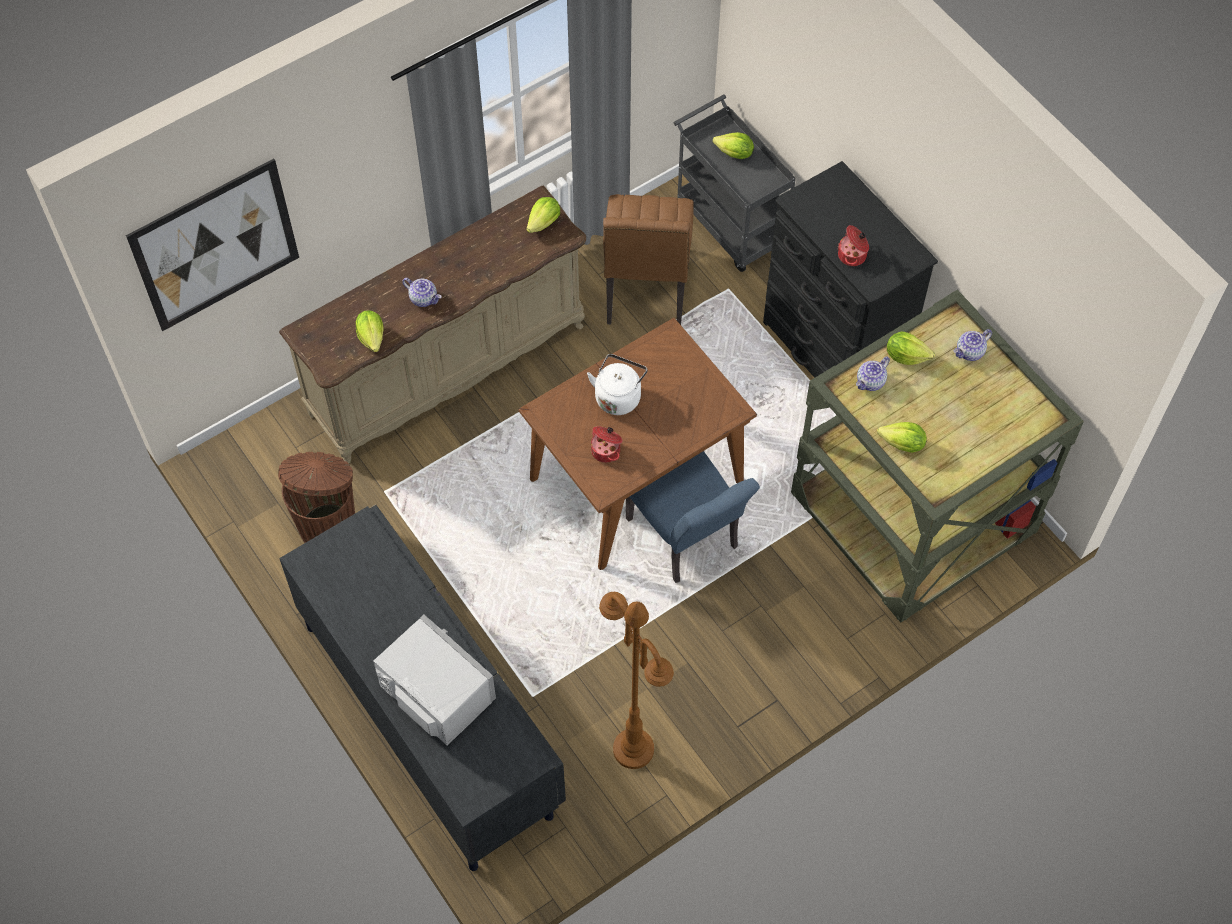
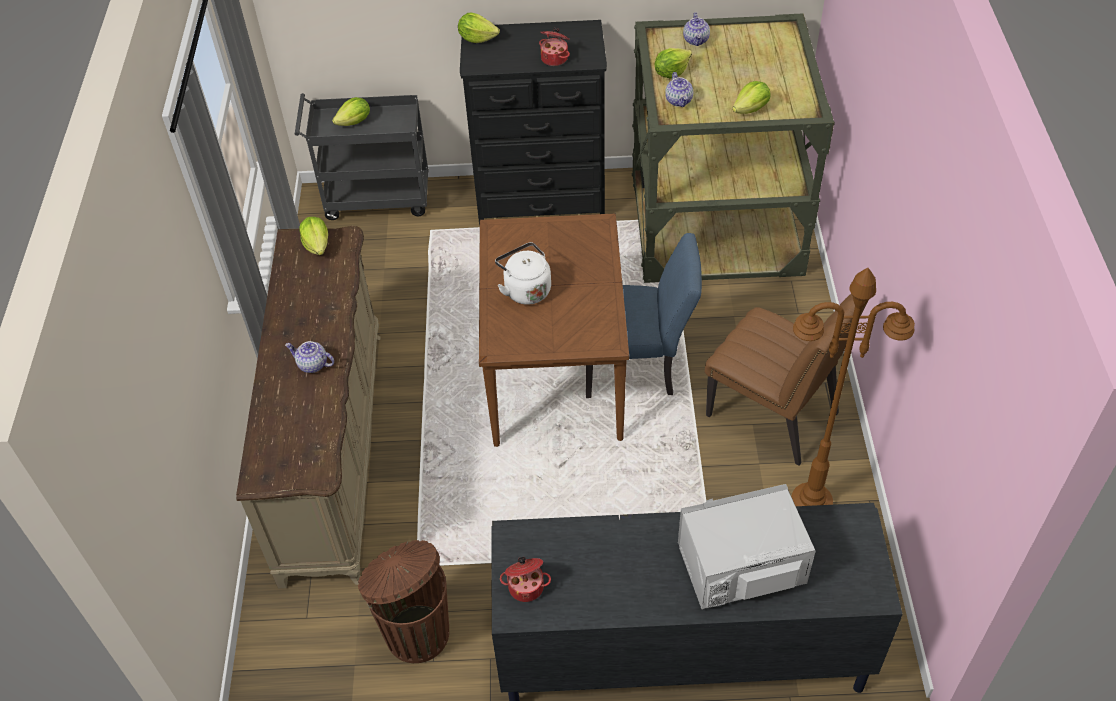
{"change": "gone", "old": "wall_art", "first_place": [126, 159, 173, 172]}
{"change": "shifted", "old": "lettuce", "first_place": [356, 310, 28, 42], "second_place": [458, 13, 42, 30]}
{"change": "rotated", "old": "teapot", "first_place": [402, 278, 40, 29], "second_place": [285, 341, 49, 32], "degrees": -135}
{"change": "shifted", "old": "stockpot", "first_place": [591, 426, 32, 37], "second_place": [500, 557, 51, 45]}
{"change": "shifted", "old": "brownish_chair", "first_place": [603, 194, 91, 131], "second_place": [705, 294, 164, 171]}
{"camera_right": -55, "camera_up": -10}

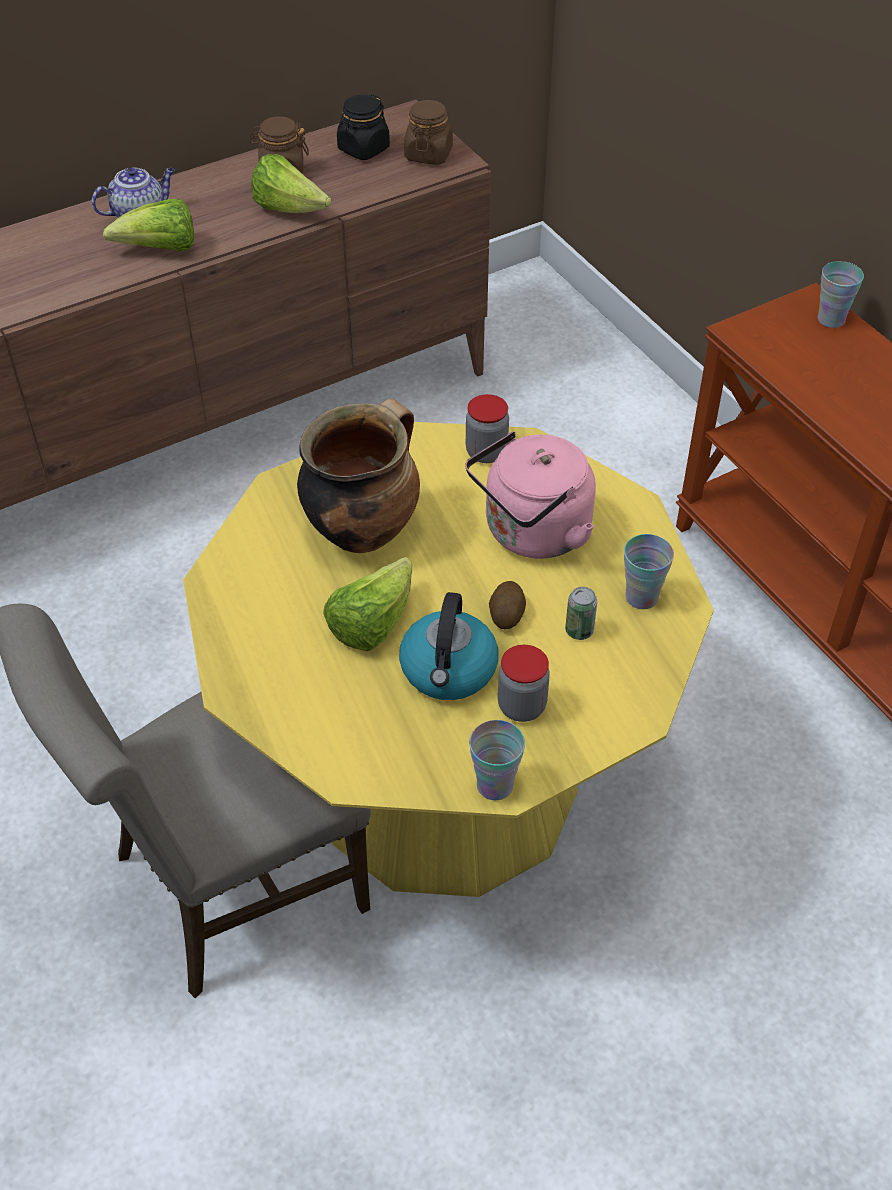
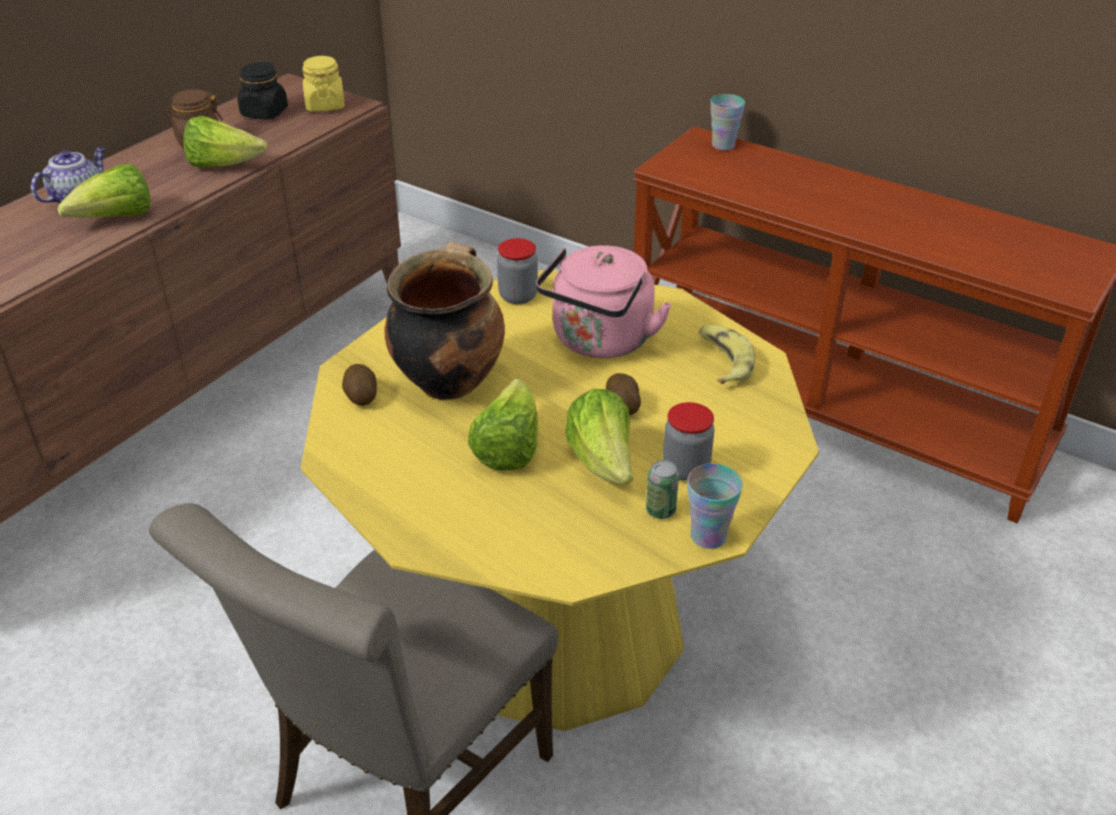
{"change": "swapped", "old": "water_kettle", "new": "lettuce", "first_place": [399, 592, 100, 108], "second_place": [565, 389, 68, 96]}
{"change": "repainted", "old": "brownish_storage_jar", "new": "yellow-coloured_storage_jar", "first_place": [404, 100, 49, 65], "second_place": [302, 56, 43, 56]}
{"change": "shifted", "old": "can", "first_place": [565, 587, 32, 53], "second_place": [646, 460, 33, 59]}
{"change": "swapped", "old": "cup", "new": "banana", "first_place": [624, 534, 50, 75], "second_place": [699, 325, 56, 59]}
{"change": "new", "new": "potato", "second_place": [342, 364, 35, 42]}
{"camera_right": -25, "camera_up": -10}

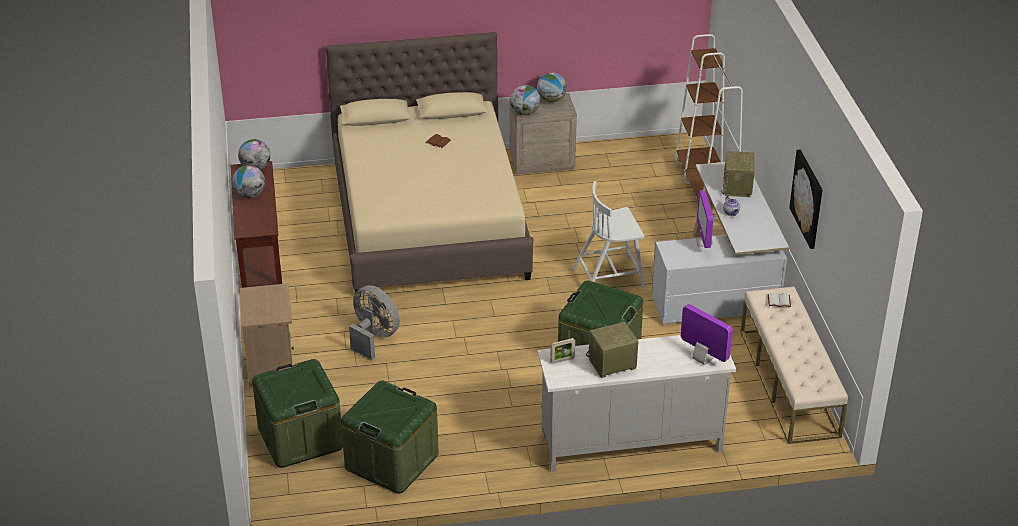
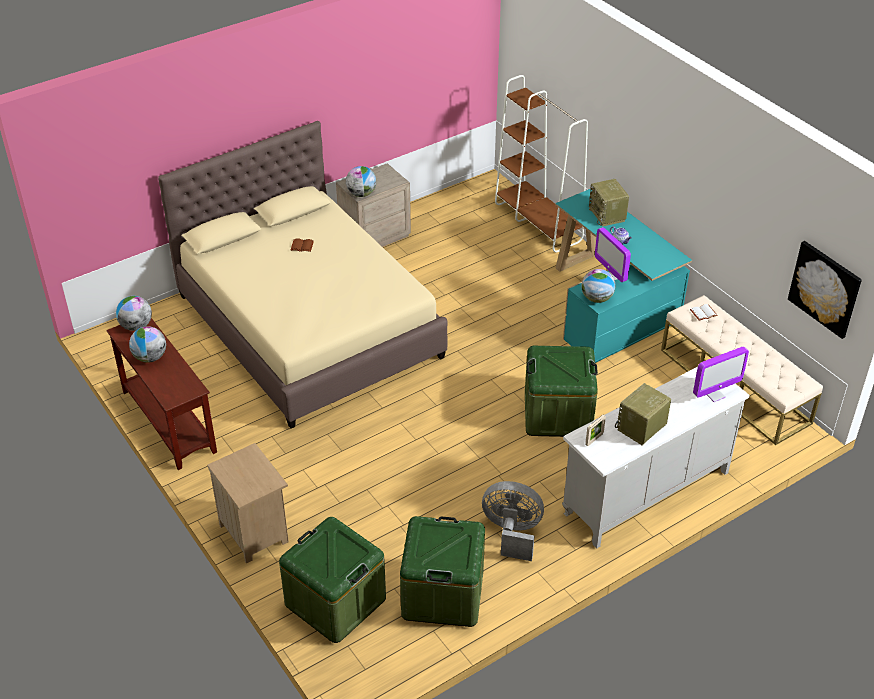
{"change": "shifted", "old": "grey_electric_fan", "first_place": [349, 285, 51, 75], "second_place": [482, 481, 62, 80]}
{"change": "shifted", "old": "globe", "first_place": [537, 72, 30, 30], "second_place": [581, 269, 35, 34]}
{"change": "gone", "old": "white-coloured_chair", "first_place": [572, 181, 73, 106]}
{"change": "repainted", "old": "white-coloured_desk_unit", "new": "turquoise-coloured_desk_unit", "first_place": [652, 162, 137, 162], "second_place": [555, 189, 137, 174]}
{"change": "rotated", "old": "computer_screen", "first_place": [681, 304, 52, 61], "second_place": [693, 347, 56, 55], "degrees": 135}
{"change": "shifted", "old": "wall_art", "first_place": [789, 150, 34, 99], "second_place": [788, 241, 74, 98]}
{"camera_right": -25, "camera_up": 5}

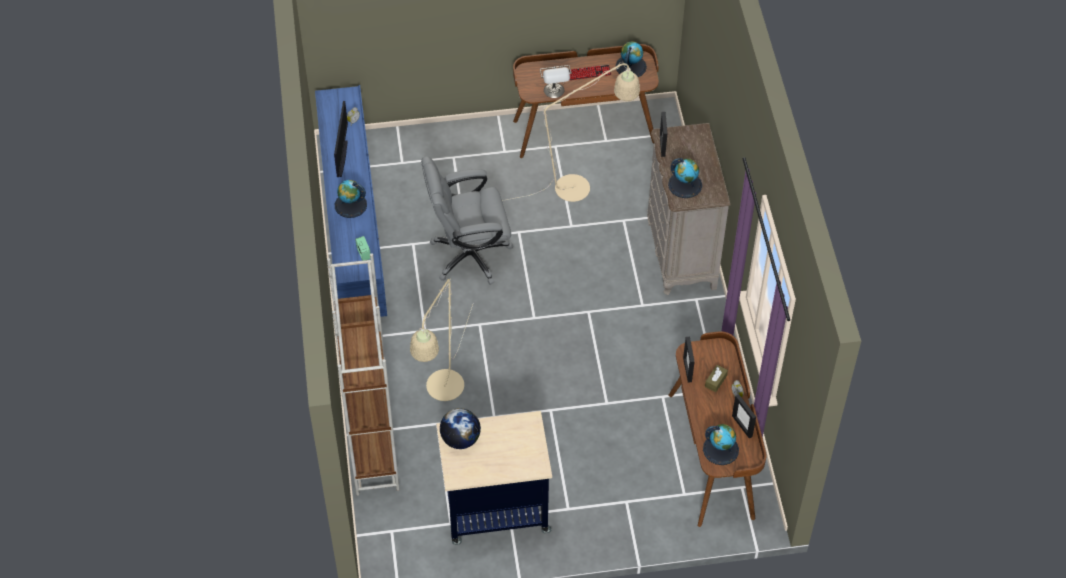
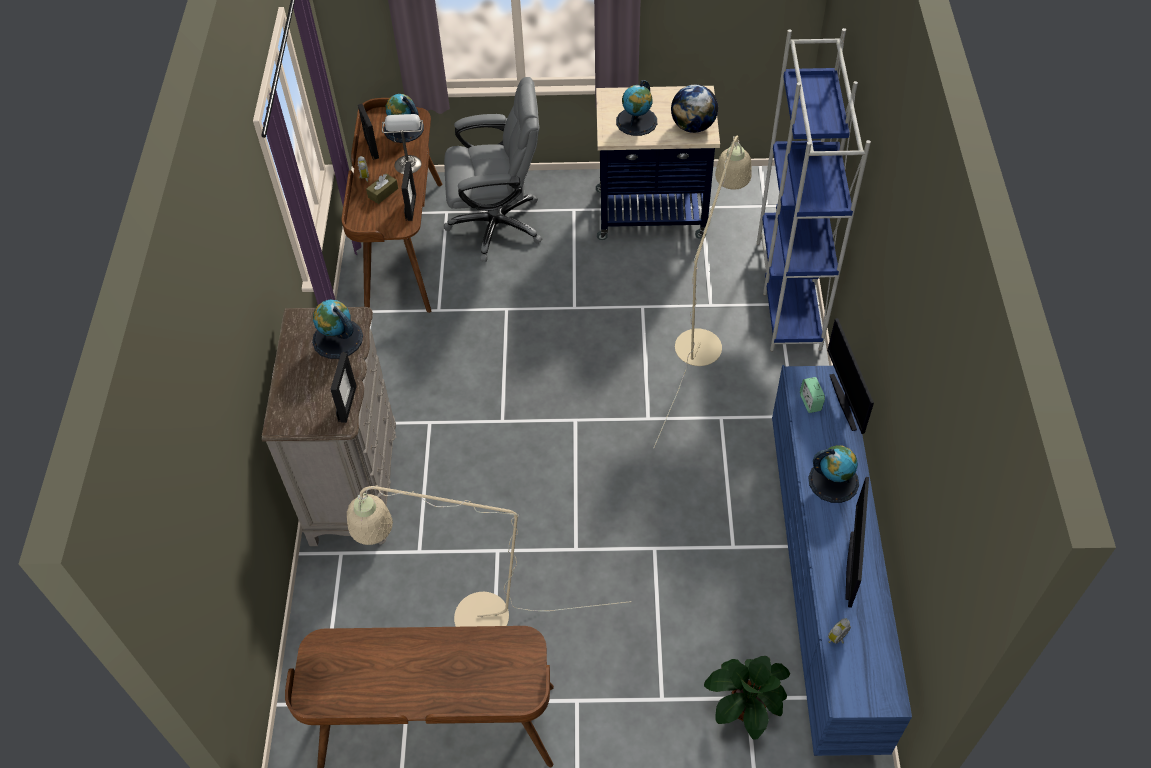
{"change": "repainted", "old": "brownish_bookshelf", "new": "blue-coloured_bookshelf", "first_place": [327, 254, 73, 242], "second_place": [757, 28, 114, 323]}
{"change": "shifted", "old": "grey_computer_chair", "first_place": [421, 156, 92, 129], "second_place": [444, 77, 98, 185]}
{"change": "shifted", "old": "white-coloured_table_lamp", "first_place": [540, 65, 32, 33], "second_place": [382, 114, 41, 60]}
{"change": "gone", "old": "PC_keyboard", "first_place": [569, 65, 42, 15]}
{"change": "shifted", "old": "globe", "first_place": [616, 41, 31, 36], "second_place": [616, 80, 41, 56]}
{"change": "new", "new": "houseplant", "second_place": [704, 656, 86, 84]}
{"change": "new", "new": "computer_screen", "second_place": [827, 318, 47, 116]}
{"camera_right": -170, "camera_up": 0}

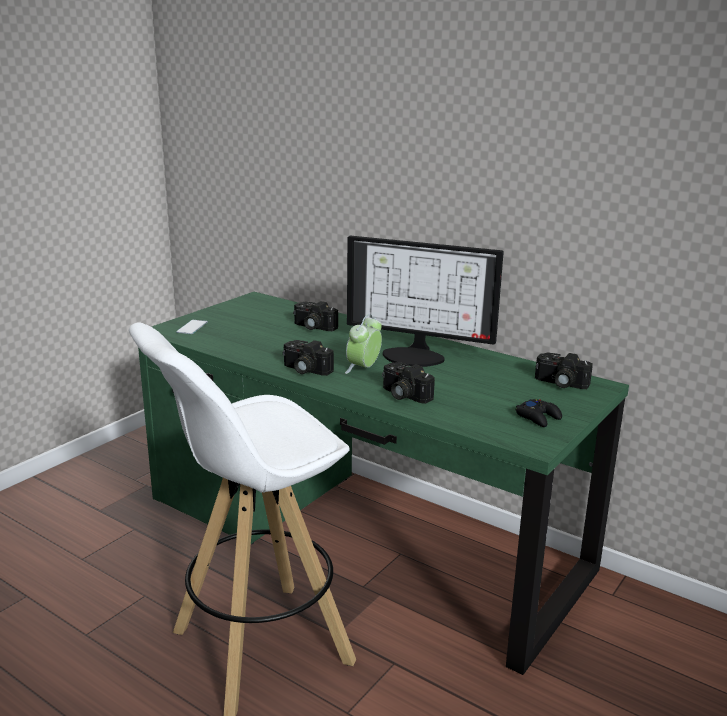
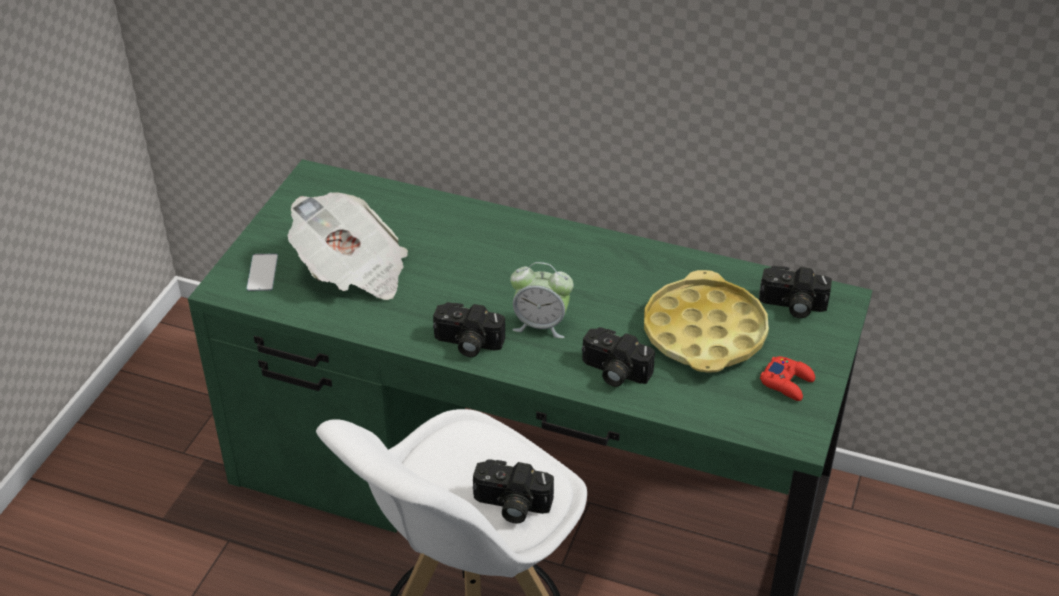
{"change": "shifted", "old": "photo_camera", "first_place": [293, 301, 45, 30], "second_place": [473, 459, 81, 64]}
{"change": "rotated", "old": "alarm_clock", "first_place": [345, 314, 37, 60], "second_place": [510, 262, 64, 76], "degrees": -90}
{"change": "gone", "old": "computer_screen", "first_place": [347, 236, 157, 131]}
{"change": "repainted", "old": "blackish_joypad", "new": "red_joypad", "first_place": [516, 399, 46, 28], "second_place": [760, 356, 55, 45]}
{"change": "new", "new": "daily_paper", "second_place": [287, 192, 121, 108]}
{"change": "new", "new": "yellow-coloured_tray", "second_place": [644, 270, 125, 103]}
{"camera_right": -15, "camera_up": 20}

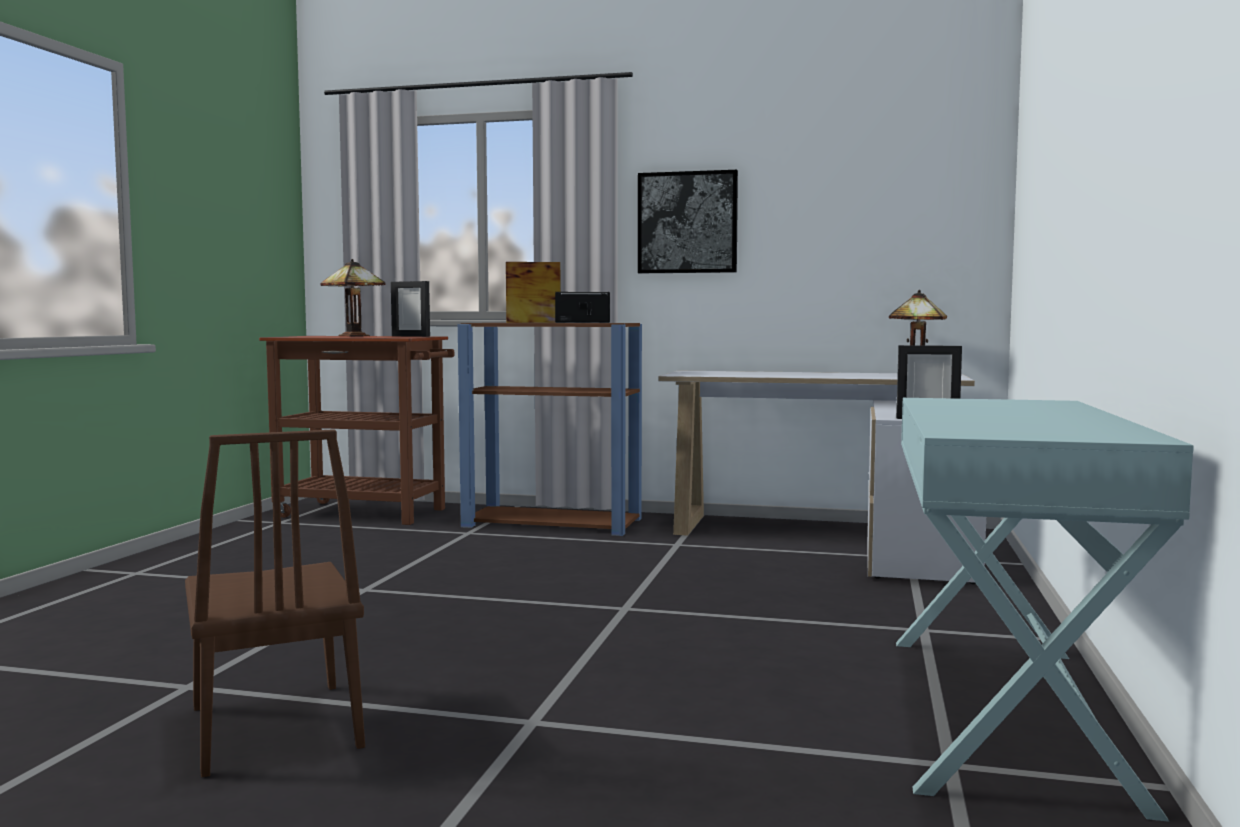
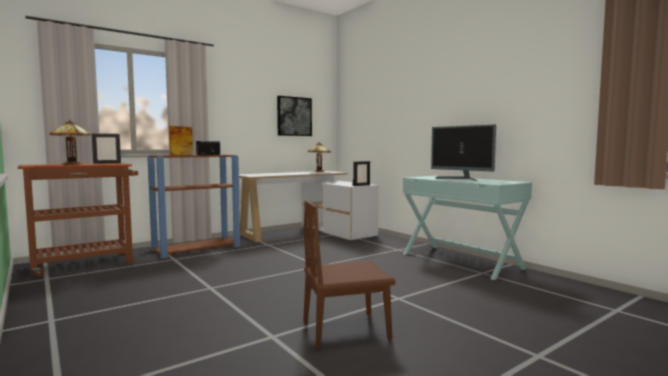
{"change": "rotated", "old": "brownish_chair", "first_place": [185, 429, 180, 348], "second_place": [303, 200, 93, 149], "degrees": 150}
{"change": "shifted", "old": "wall_art", "first_place": [638, 170, 100, 103], "second_place": [277, 96, 35, 40]}
{"change": "new", "new": "computer_screen", "second_place": [431, 125, 65, 56]}
{"camera_right": -50, "camera_up": 0}

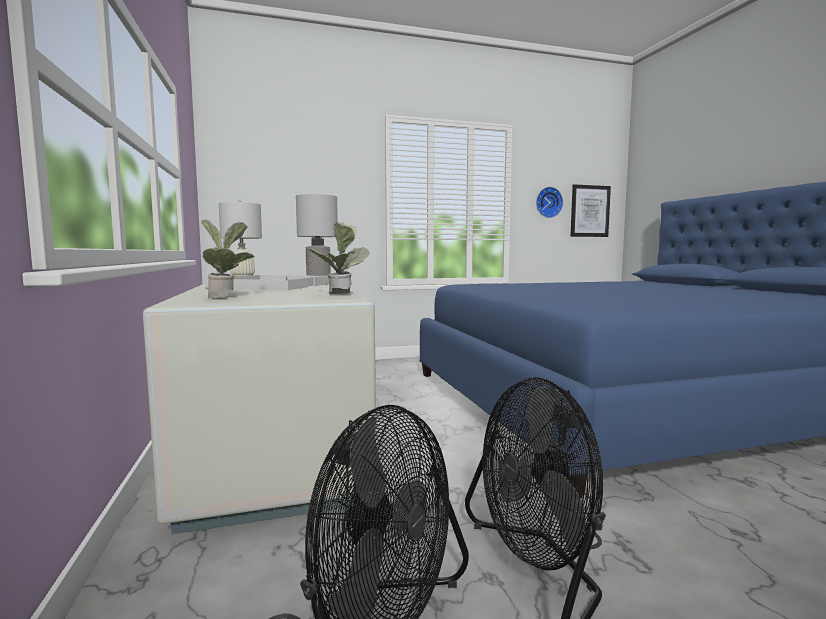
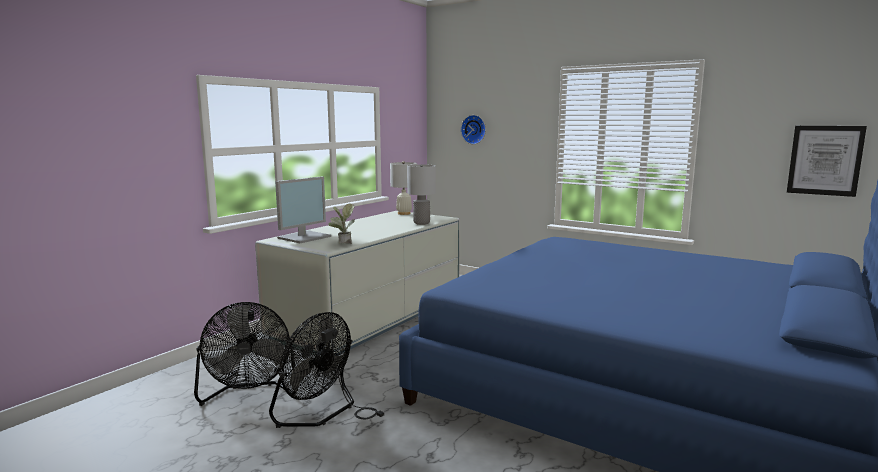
{"change": "swapped", "old": "houseplant", "new": "computer_screen", "first_place": [201, 219, 53, 79], "second_place": [275, 176, 56, 67]}
{"change": "gone", "old": "white-coloured_tray", "first_place": [205, 275, 124, 15]}
{"change": "shifted", "old": "wall_clock", "first_place": [536, 187, 27, 31], "second_place": [461, 115, 25, 29]}
{"camera_right": 50, "camera_up": 5}

